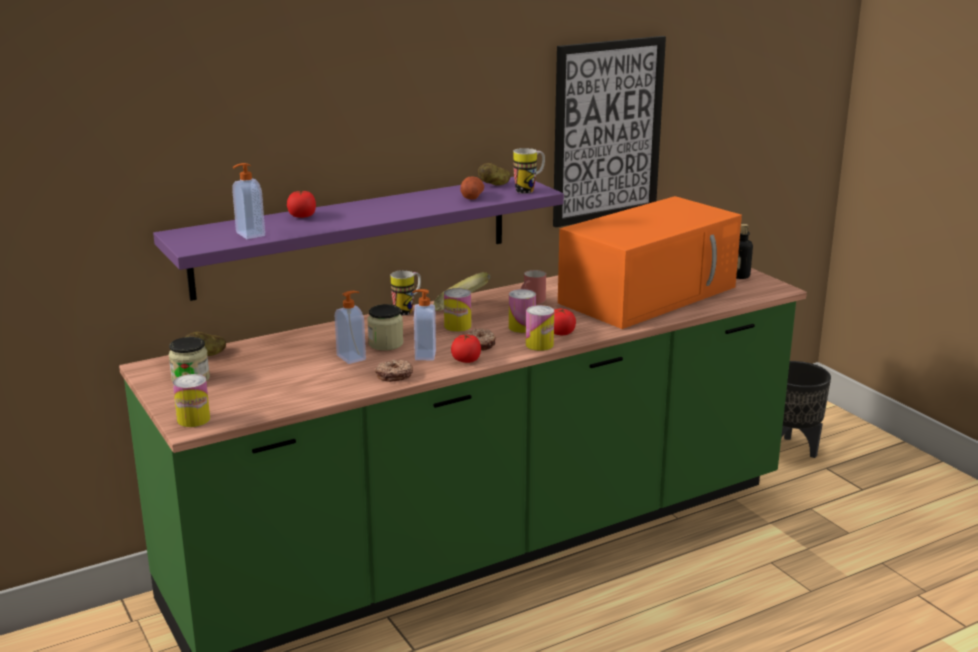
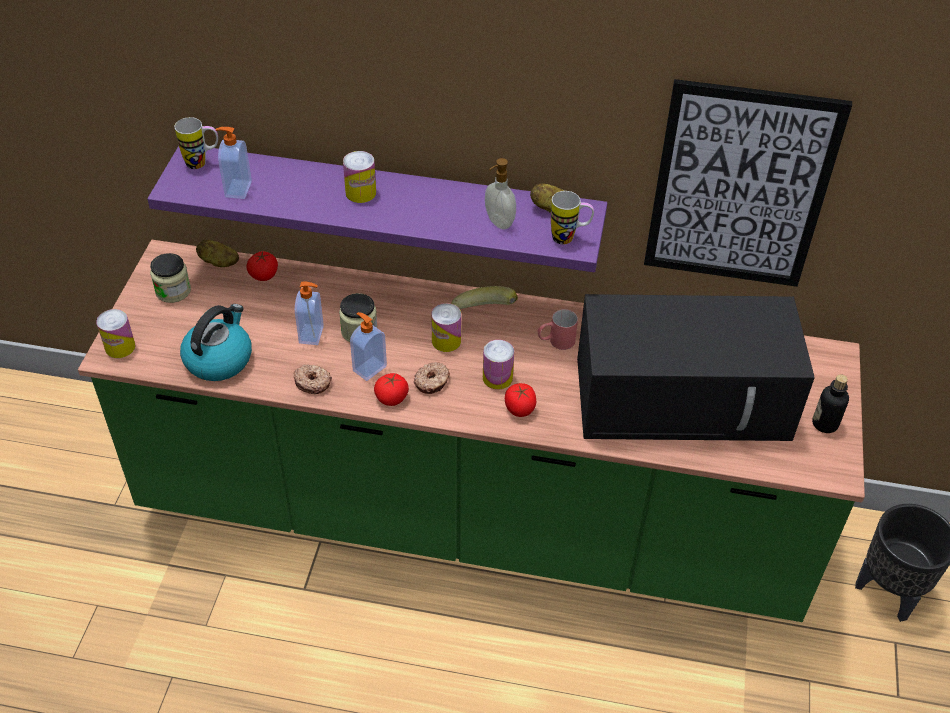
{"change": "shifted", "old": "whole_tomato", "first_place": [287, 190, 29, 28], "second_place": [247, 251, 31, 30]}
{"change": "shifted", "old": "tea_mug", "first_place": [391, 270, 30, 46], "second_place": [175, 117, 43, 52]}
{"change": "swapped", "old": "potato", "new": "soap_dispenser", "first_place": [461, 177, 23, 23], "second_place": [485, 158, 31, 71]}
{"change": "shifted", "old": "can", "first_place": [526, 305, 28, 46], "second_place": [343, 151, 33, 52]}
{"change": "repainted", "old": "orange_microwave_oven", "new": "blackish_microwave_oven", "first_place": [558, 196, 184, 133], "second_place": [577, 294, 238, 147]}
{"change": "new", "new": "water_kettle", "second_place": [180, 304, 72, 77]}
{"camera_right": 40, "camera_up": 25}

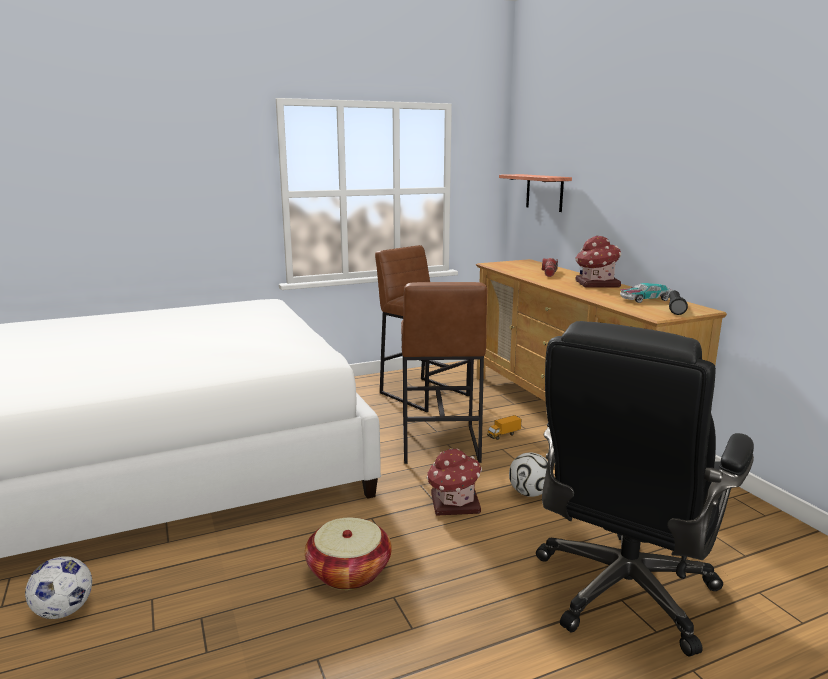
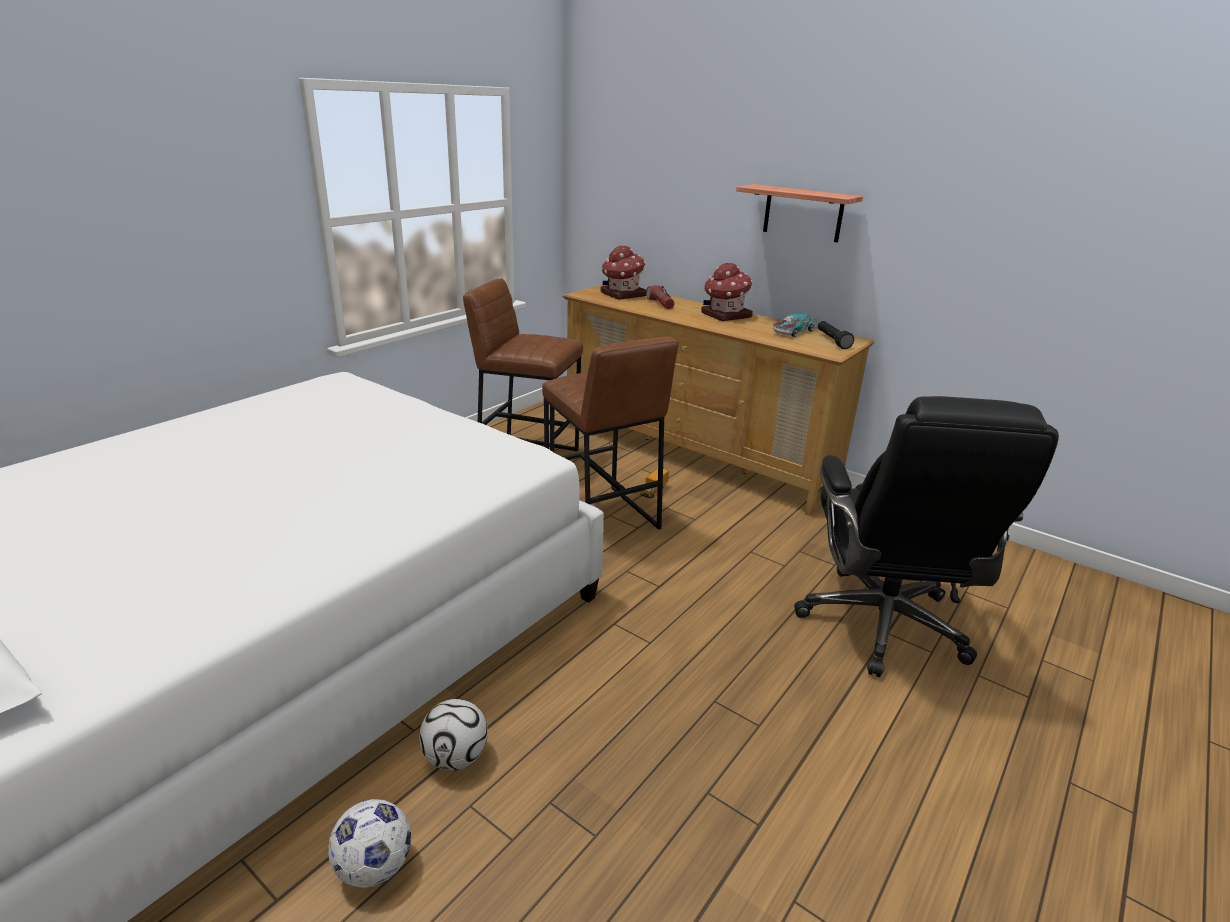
{"change": "gone", "old": "basket", "first_place": [305, 518, 87, 72]}
{"change": "shifted", "old": "model_house", "first_place": [427, 448, 55, 68], "second_place": [600, 245, 46, 55]}
{"change": "shifted", "old": "wall_shelf", "first_place": [499, 174, 73, 38], "second_place": [736, 184, 127, 59]}
{"change": "shifted", "old": "football", "first_place": [509, 452, 39, 45], "second_place": [419, 699, 69, 72]}
{"camera_right": -30, "camera_up": 10}

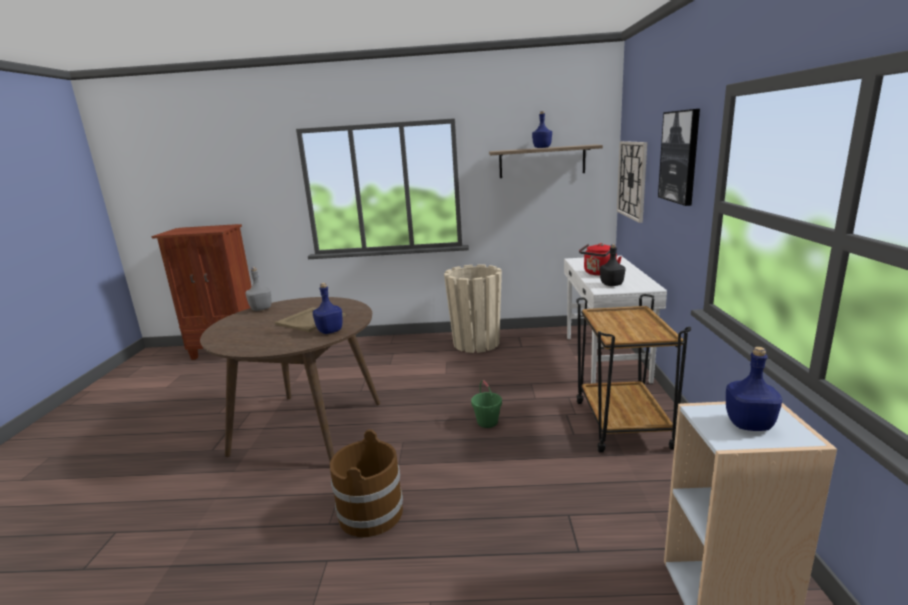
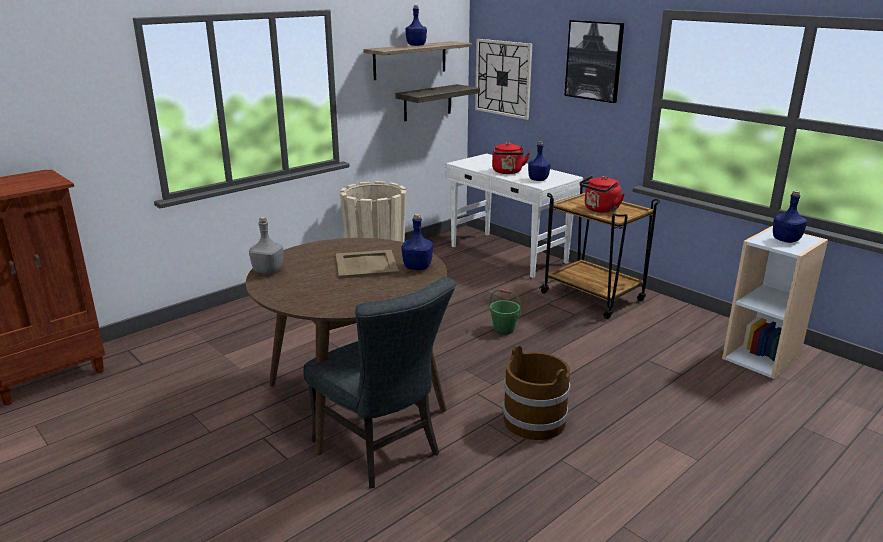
{"change": "repainted", "old": "blackish_beverage_bottle", "new": "blue-coloured_beverage_bottle", "first_place": [600, 244, 26, 42], "second_place": [528, 141, 23, 40]}
{"change": "new", "new": "grey_chair", "second_place": [303, 277, 153, 212]}
{"change": "new", "new": "wall_shelf", "second_place": [395, 84, 85, 37]}
{"change": "new", "new": "red_water_kettle", "second_place": [579, 175, 46, 38]}
{"camera_right": -45, "camera_up": 5}

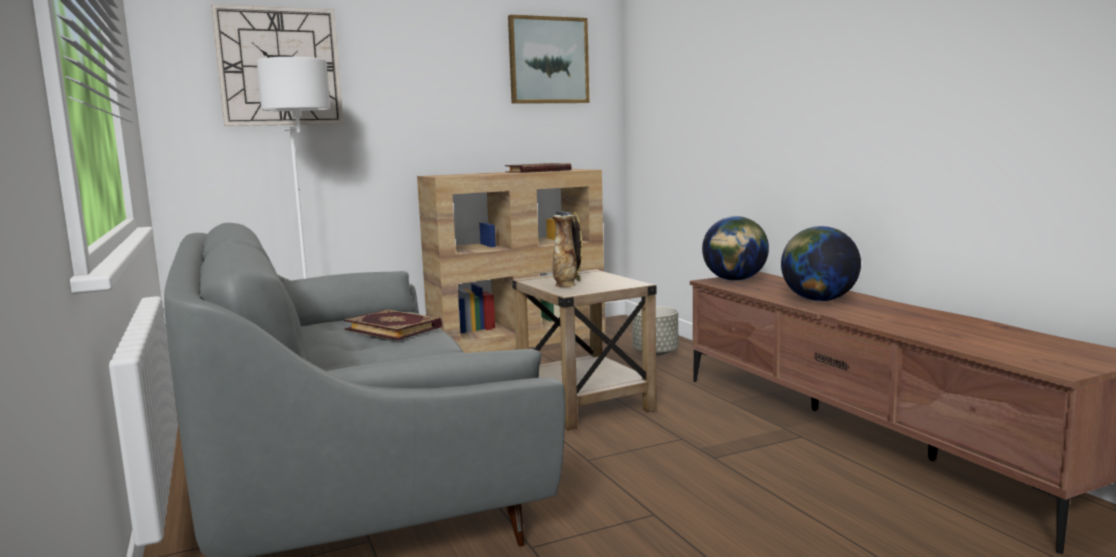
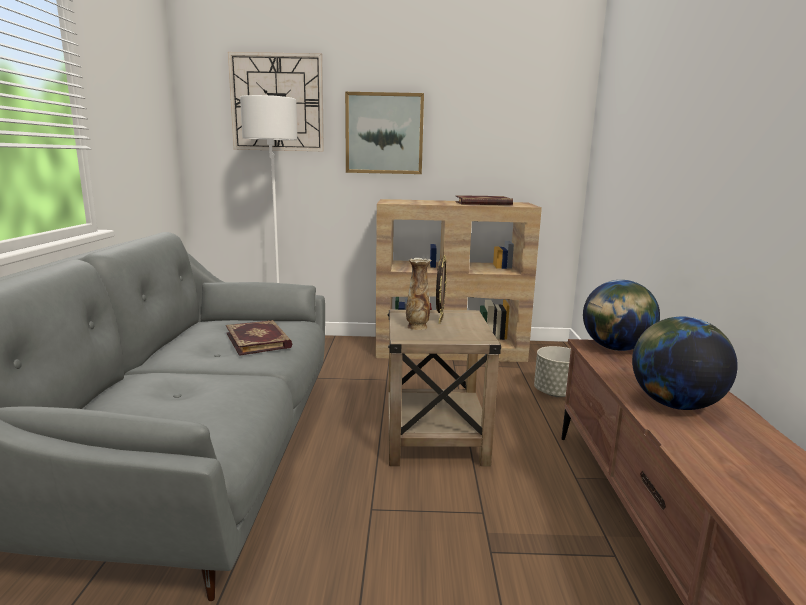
{"change": "shifted", "old": "wall_art", "first_place": [508, 15, 81, 89], "second_place": [345, 92, 79, 82]}
{"camera_right": 25, "camera_up": 5}

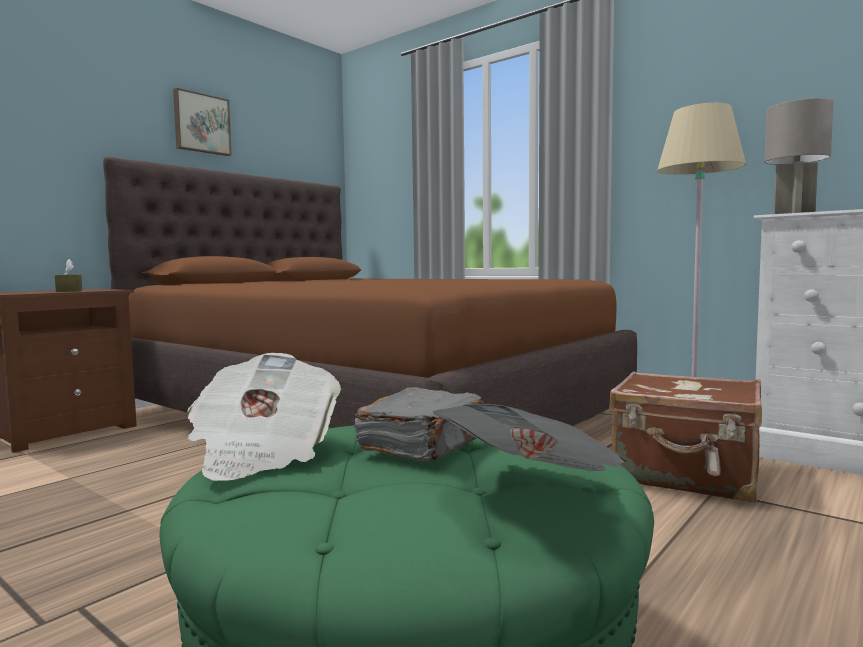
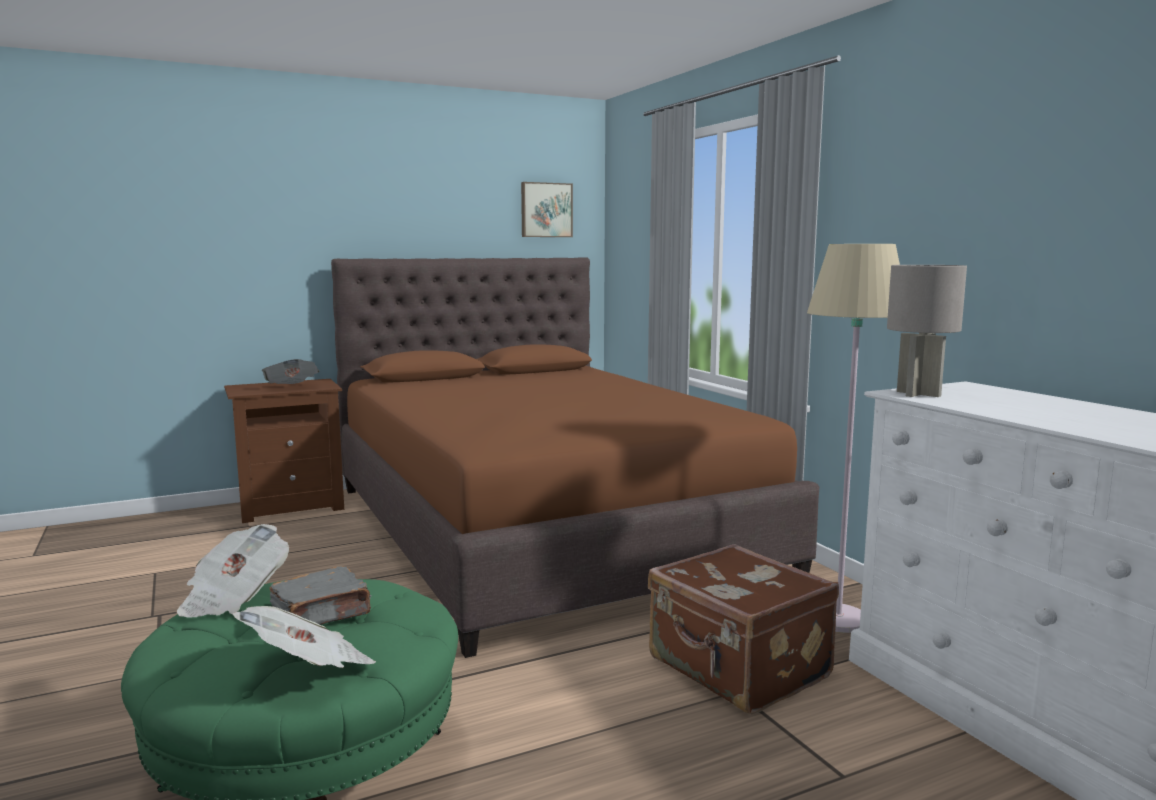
{"change": "swapped", "old": "brownish_box_of_tissues", "new": "daily_paper", "first_place": [55, 259, 27, 33], "second_place": [262, 359, 57, 25]}
{"change": "shifted", "old": "wall_art", "first_place": [173, 88, 59, 68], "second_place": [521, 182, 52, 55]}
{"camera_right": 25, "camera_up": 5}

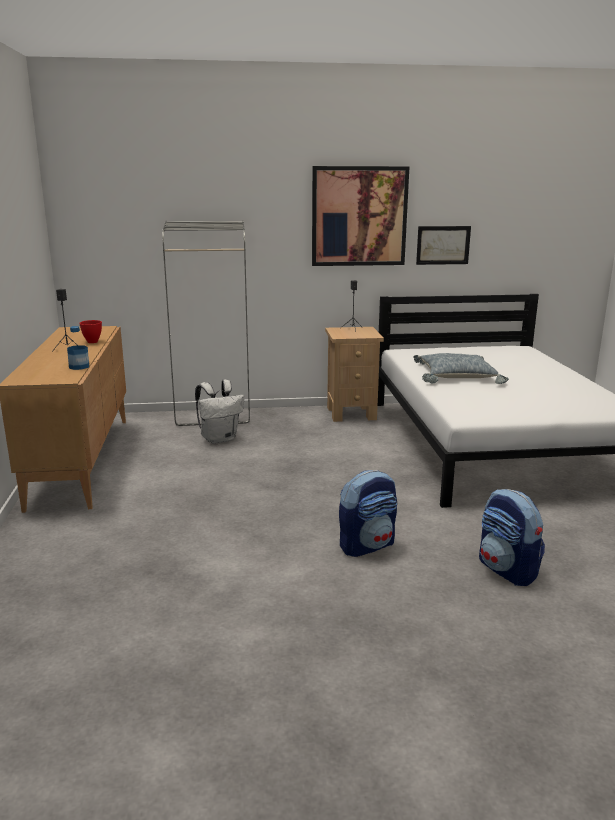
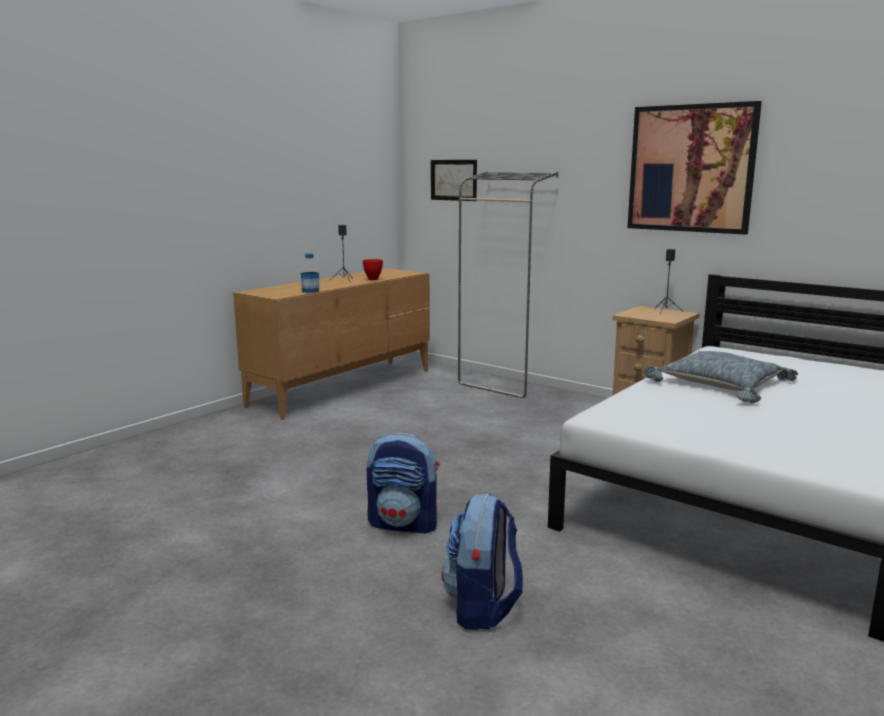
{"change": "gone", "old": "white-coloured_knapsack", "first_place": [195, 379, 49, 65]}
{"change": "shifted", "old": "wall_art", "first_place": [416, 226, 55, 39], "second_place": [431, 160, 46, 41]}
{"camera_right": 45, "camera_up": -5}

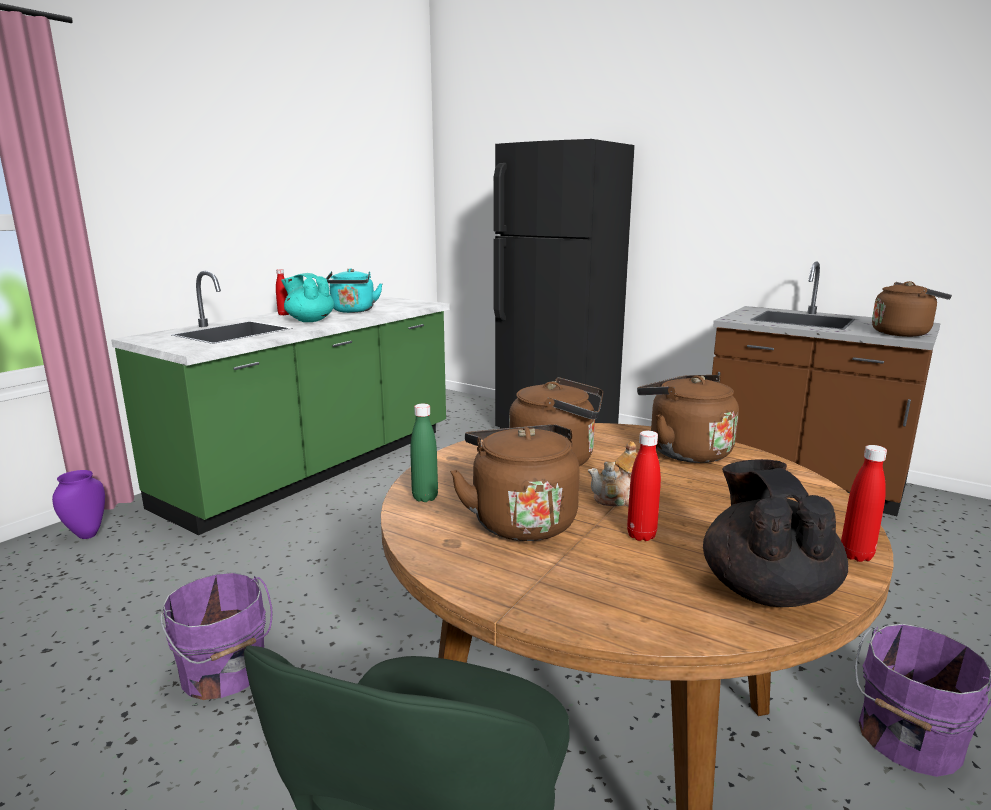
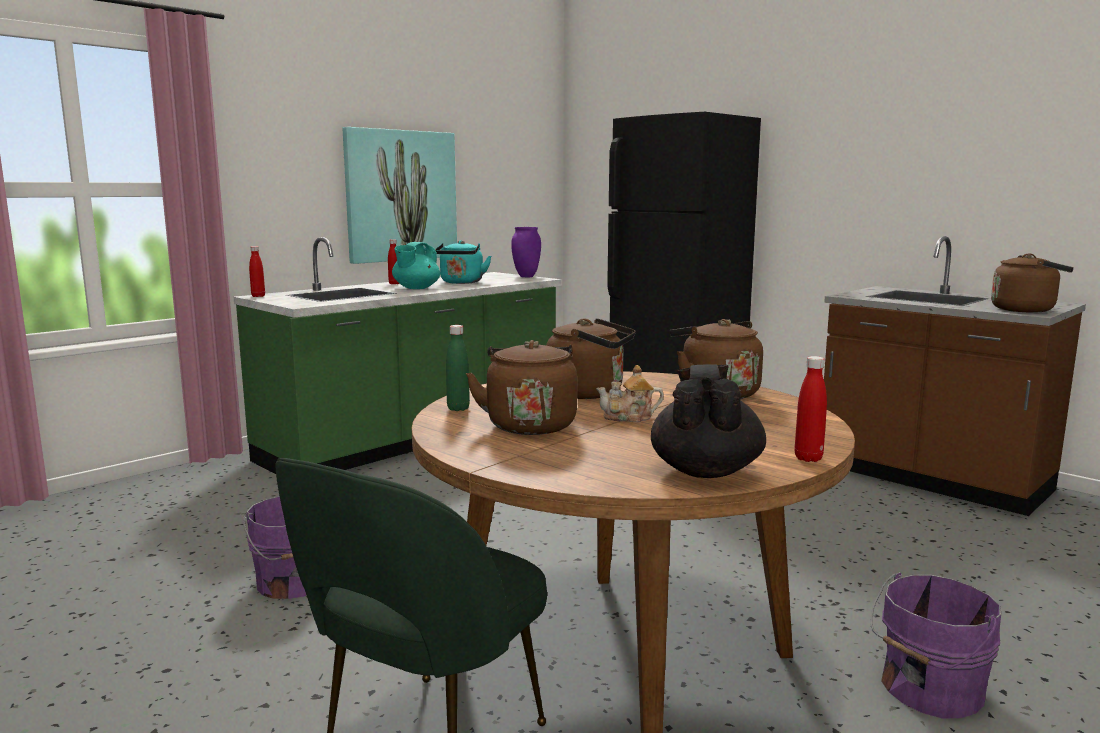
{"change": "shifted", "old": "purple_vase", "first_place": [52, 470, 53, 69], "second_place": [511, 227, 30, 50]}
{"change": "rotated", "old": "turquoise-coloured_teapot", "first_place": [281, 273, 53, 49], "second_place": [392, 242, 48, 47], "degrees": -105}
{"change": "shifted", "old": "red_beverage_bottle", "first_place": [627, 431, 34, 110], "second_place": [249, 246, 16, 51]}
{"change": "new", "new": "wall_art", "second_place": [343, 127, 114, 137]}
{"camera_right": 10, "camera_up": -5}

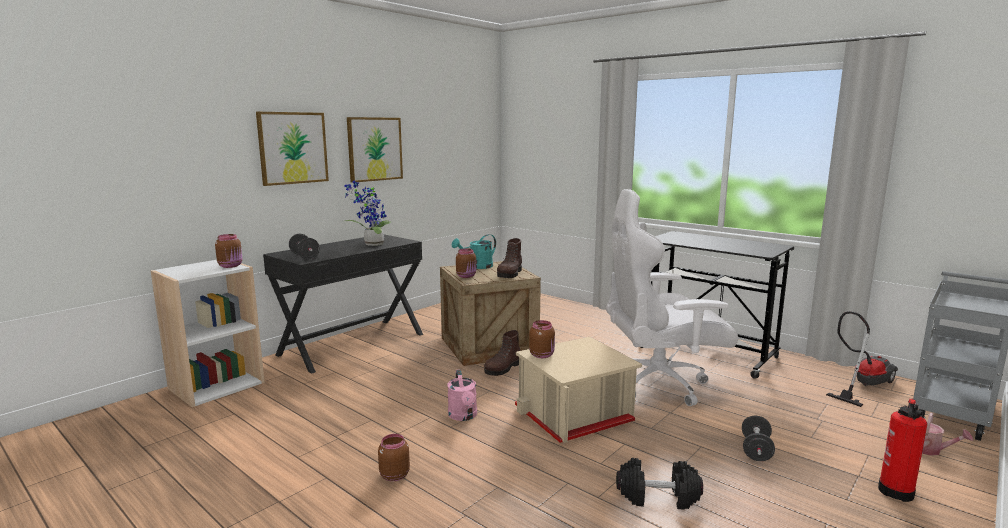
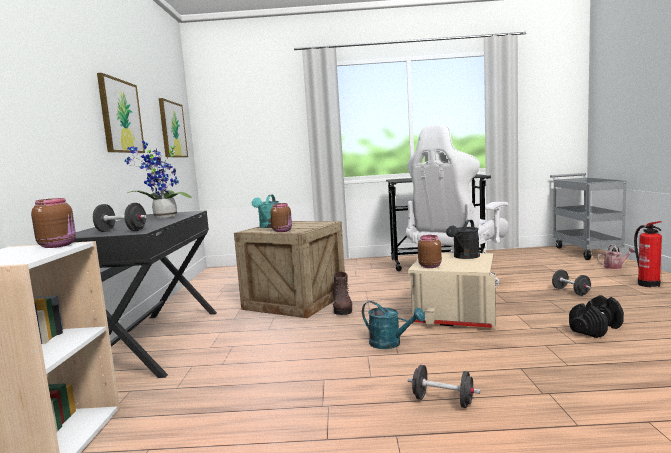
{"change": "shifted", "old": "wall_art", "first_place": [256, 112, 73, 74], "second_place": [159, 98, 29, 60]}
{"change": "swapped", "old": "brownish_storage_jar", "new": "blackish_dumbbell", "first_place": [378, 434, 32, 47], "second_place": [408, 365, 72, 43]}
{"change": "repainted", "old": "pink-coloured_sprinkling_can", "new": "turquoise-coloured_sprinkling_can", "first_place": [447, 369, 30, 52], "second_place": [362, 301, 63, 48]}
{"change": "gone", "old": "brownish_tall_boot", "first_place": [497, 238, 25, 40]}
{"change": "gone", "old": "hoover", "first_place": [826, 311, 72, 96]}
{"change": "new", "new": "blackish_sprinkling_can", "second_place": [446, 220, 34, 39]}
{"camera_right": -40, "camera_up": -5}

